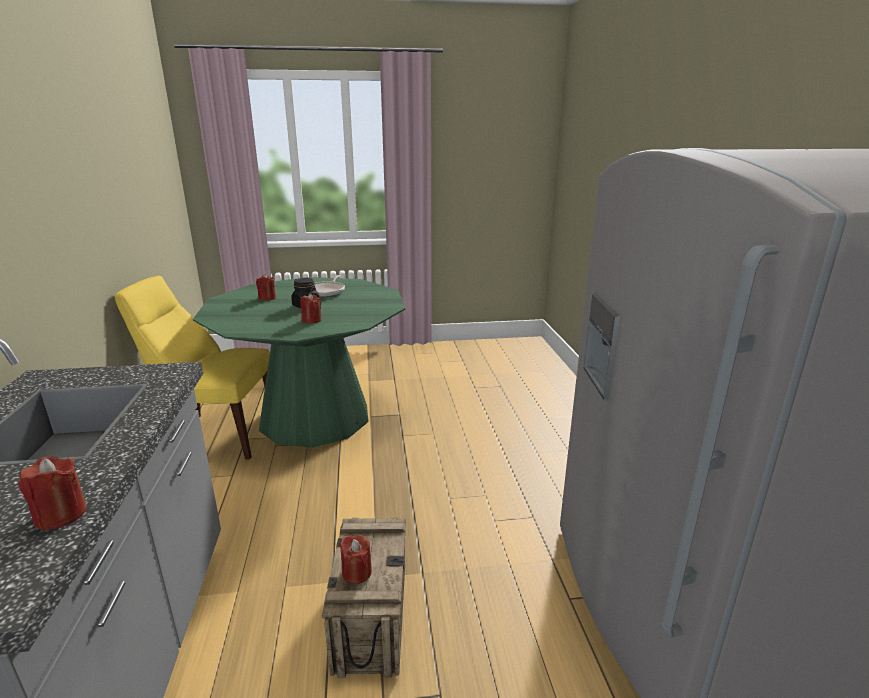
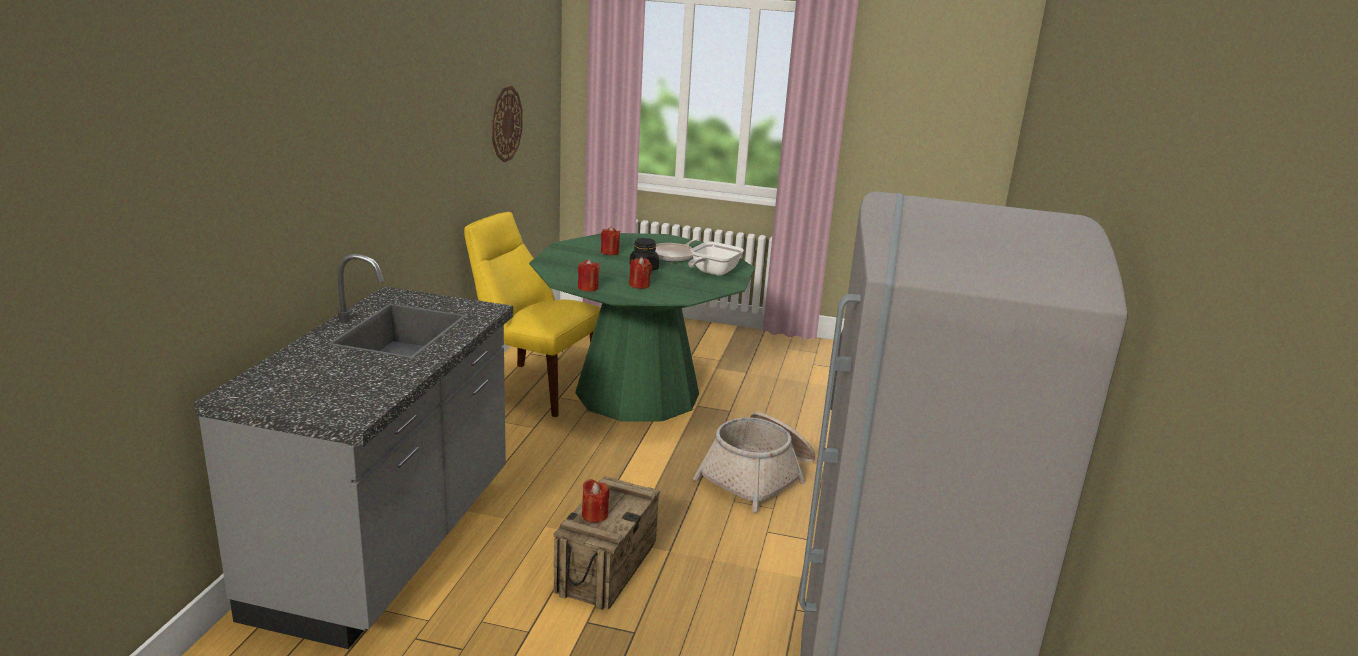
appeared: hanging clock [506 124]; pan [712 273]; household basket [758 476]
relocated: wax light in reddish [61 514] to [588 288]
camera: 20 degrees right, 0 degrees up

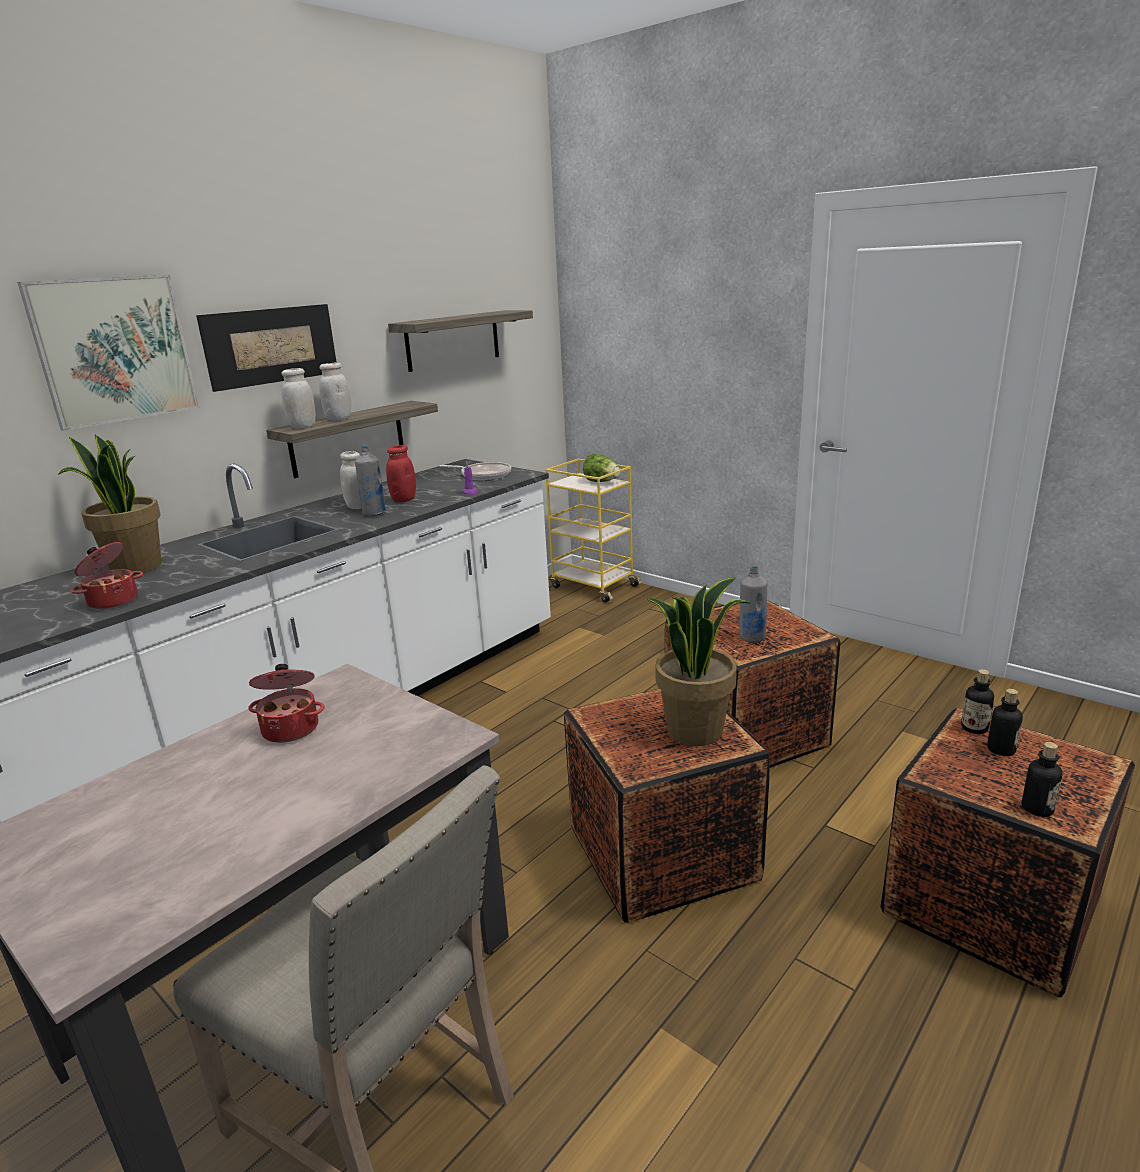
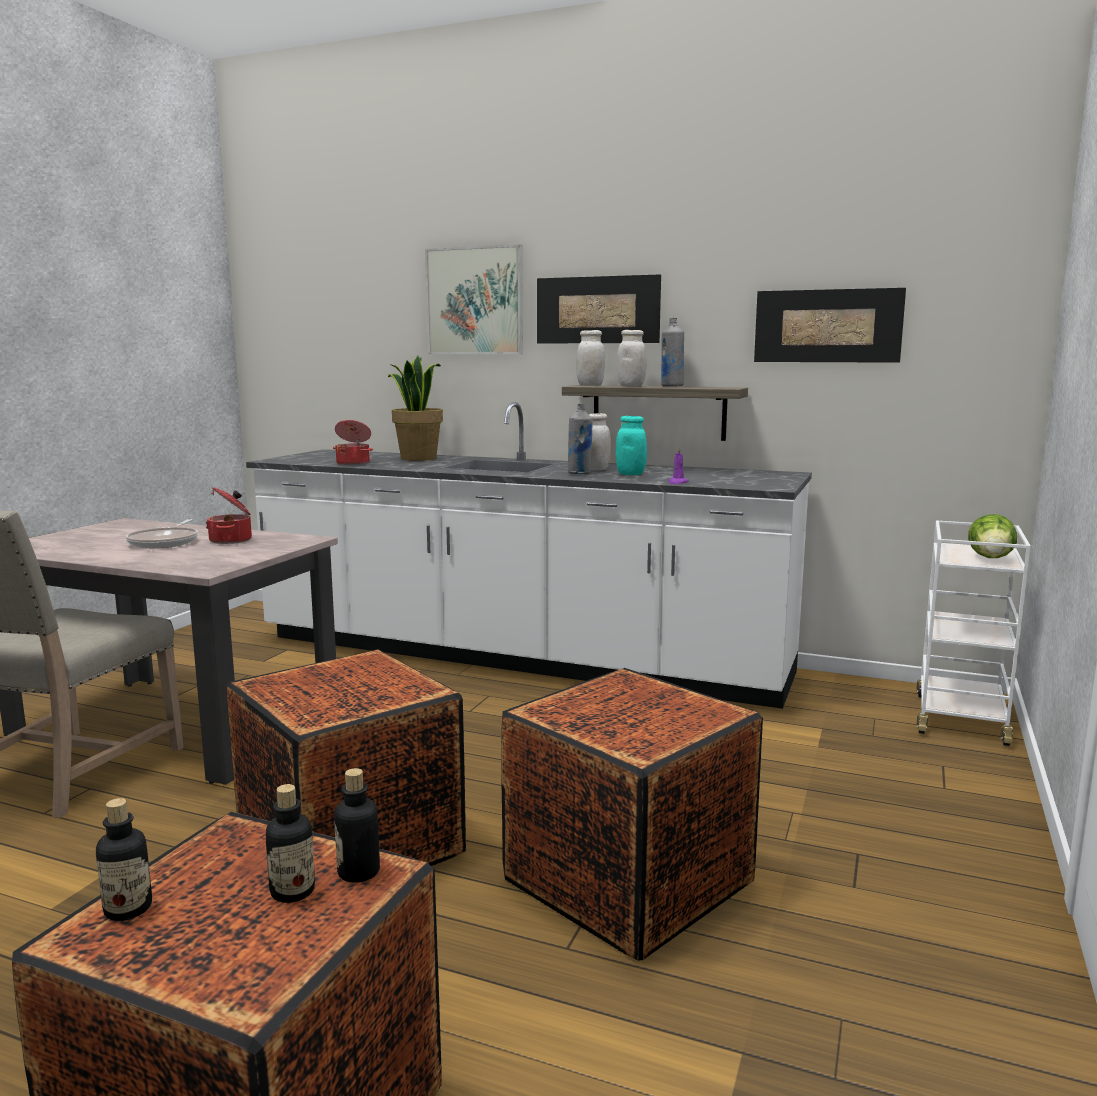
missing: plant in a pot [695 730]
relocated: pan [483 475] to [166 542]; beverage bottle in grey [751 638] to [671 386]
exchanged: bracket shelf [453 340] to wall art [827 326]
colour: jar in reddish [403 500] to jar in blue-green [630 474]; trolley in yellow [593 586] to trolley in whitish [960 718]
camera: 70 degrees right, 10 degrees down

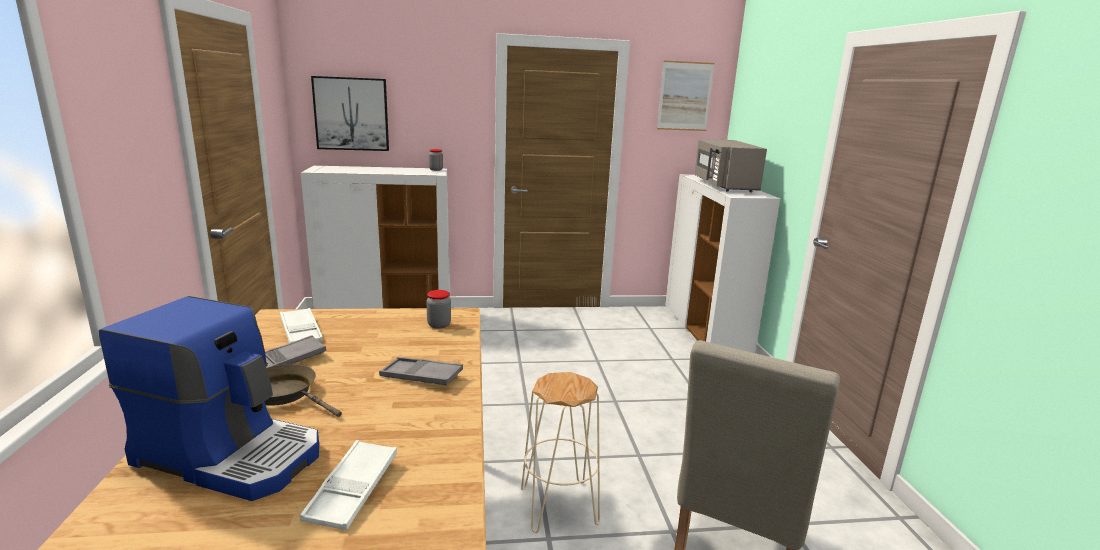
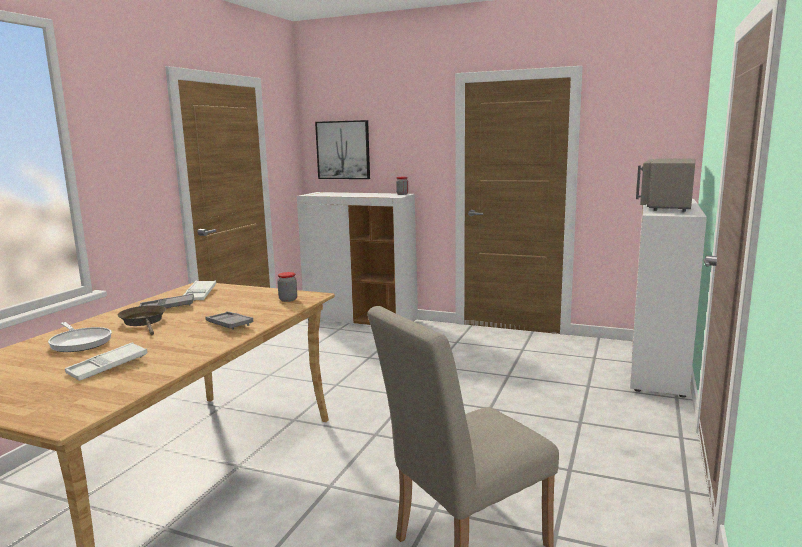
missing: stool seat in beige-coloured [559 506]; wall art [685 96]
exchanged: coffee machine [232 454] to pan [80 342]
camera: 30 degrees right, 5 degrees down

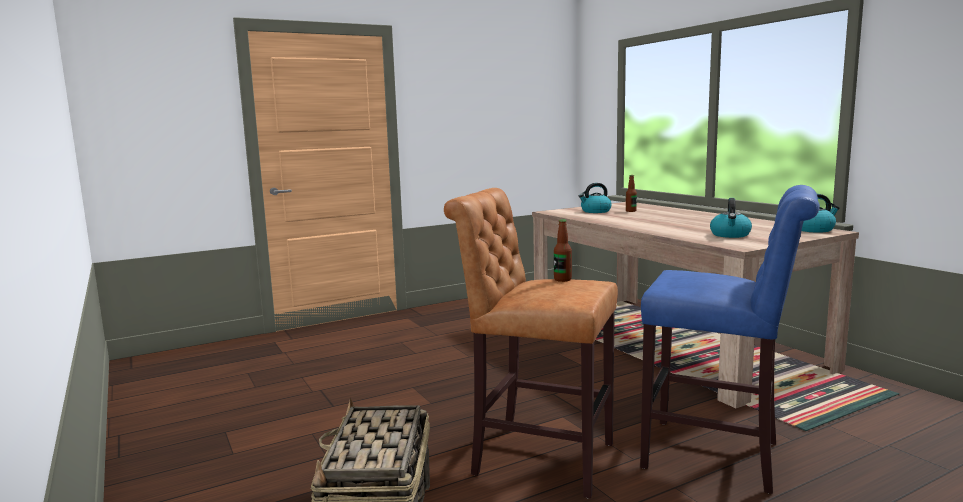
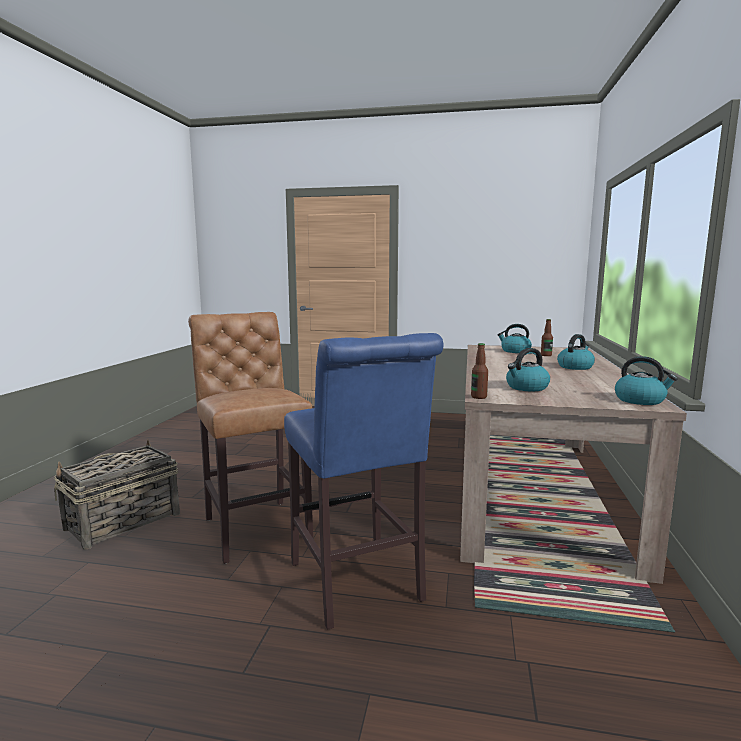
appeared: tea kettle [575 367]
relocated: beverage bottle [562 279] to [478 397]
camera: 40 degrees right, 0 degrees up

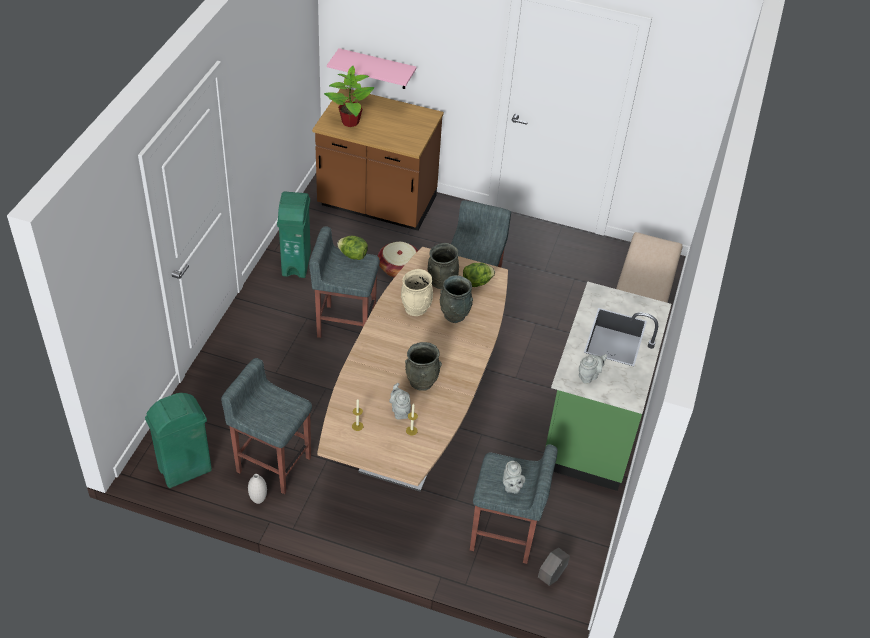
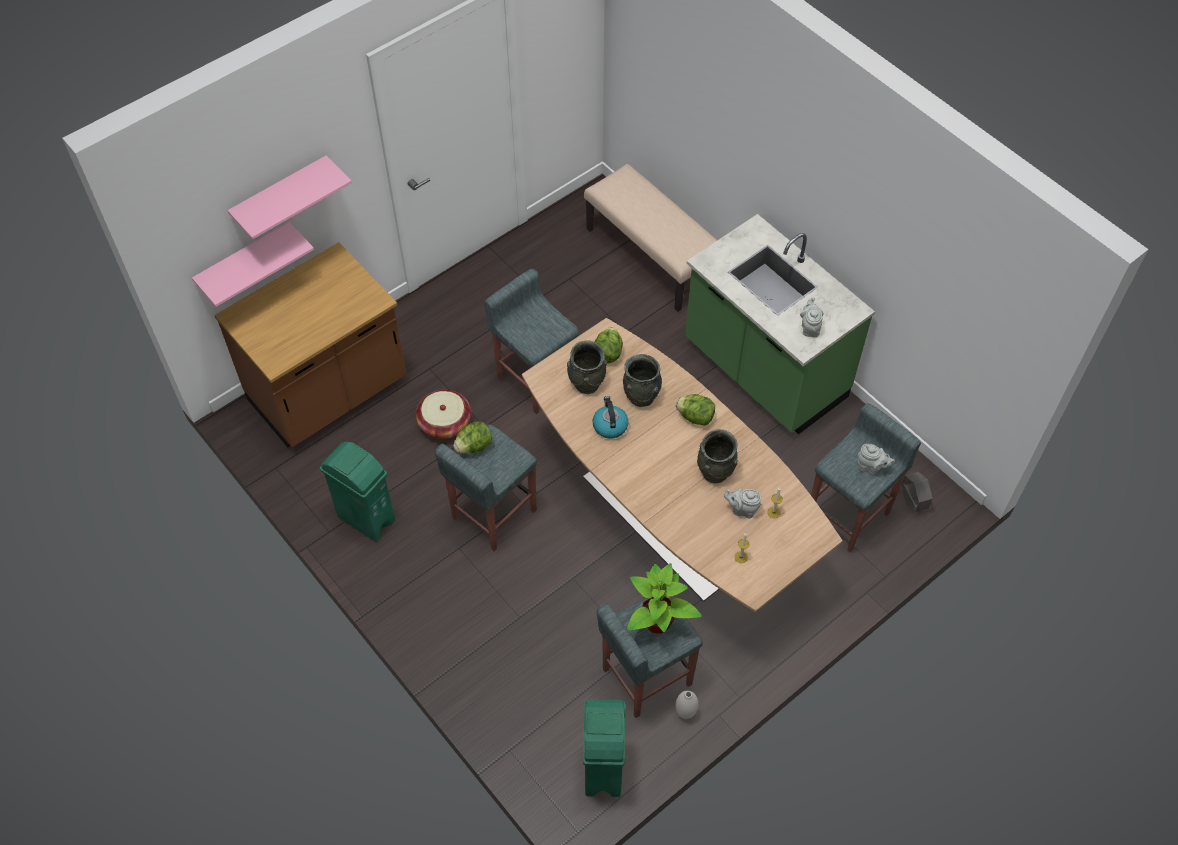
appeared: bracket shelf in pink [281 196]; lettuce head [695 417]
relocated: plant in a pot [350 122] to [657 623]
exchanged: flower vase in beige-coloured [415 308] to tea kettle [609 425]
camera: 55 degrees left, 10 degrees up

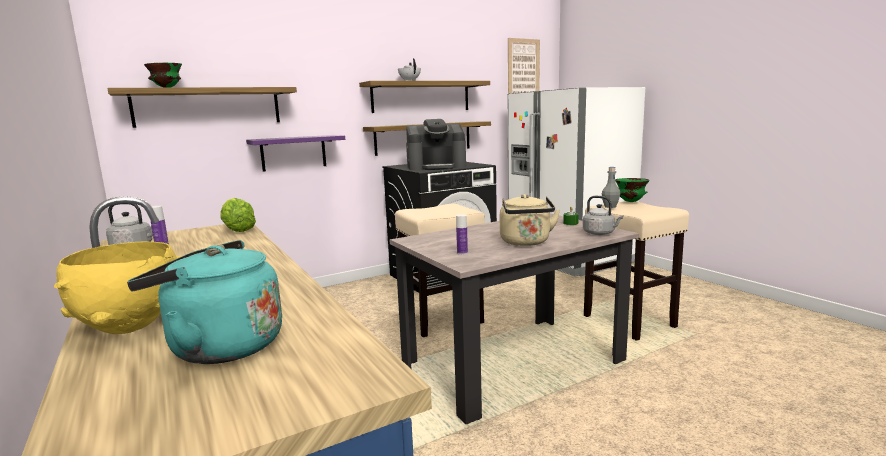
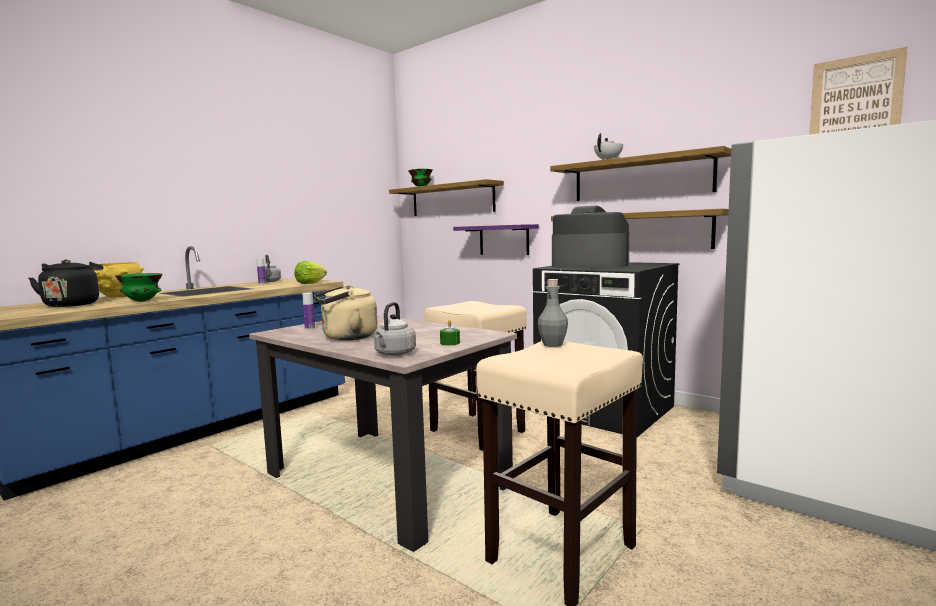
relocated: serving bowl in greenish [630 202] to [143 301]
colour: tea kettle in blue-green [220 347] to tea kettle in blackish [73 304]
spun: coffee machine [436 167] = [589 266] 150 degrees clockwise
camera: 70 degrees right, 5 degrees down

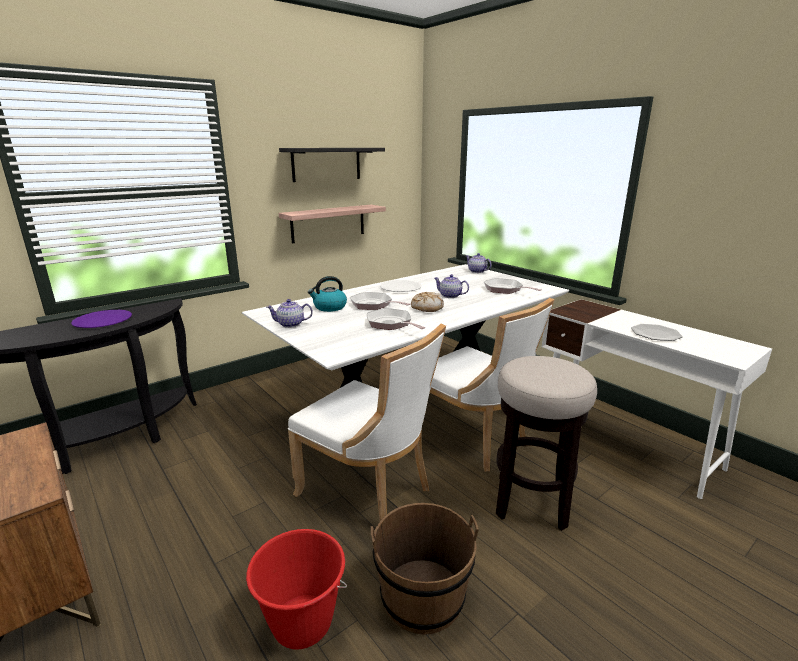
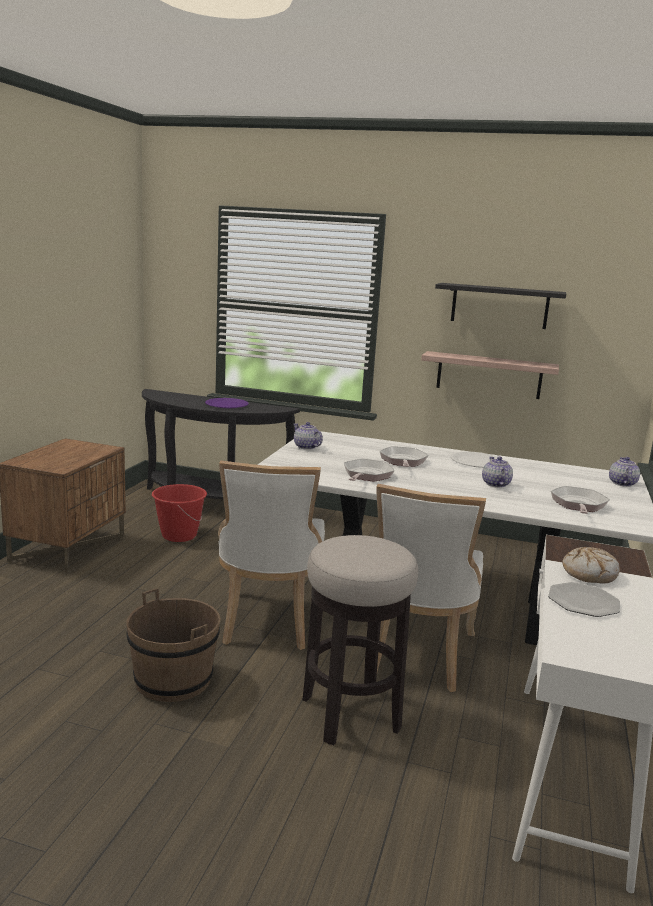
missing: tea kettle [329 307]
relocated: water bucket in reddish [302 623] to [179 535]; bakery bread [427 307] to [590 573]
camera: 55 degrees right, 5 degrees down

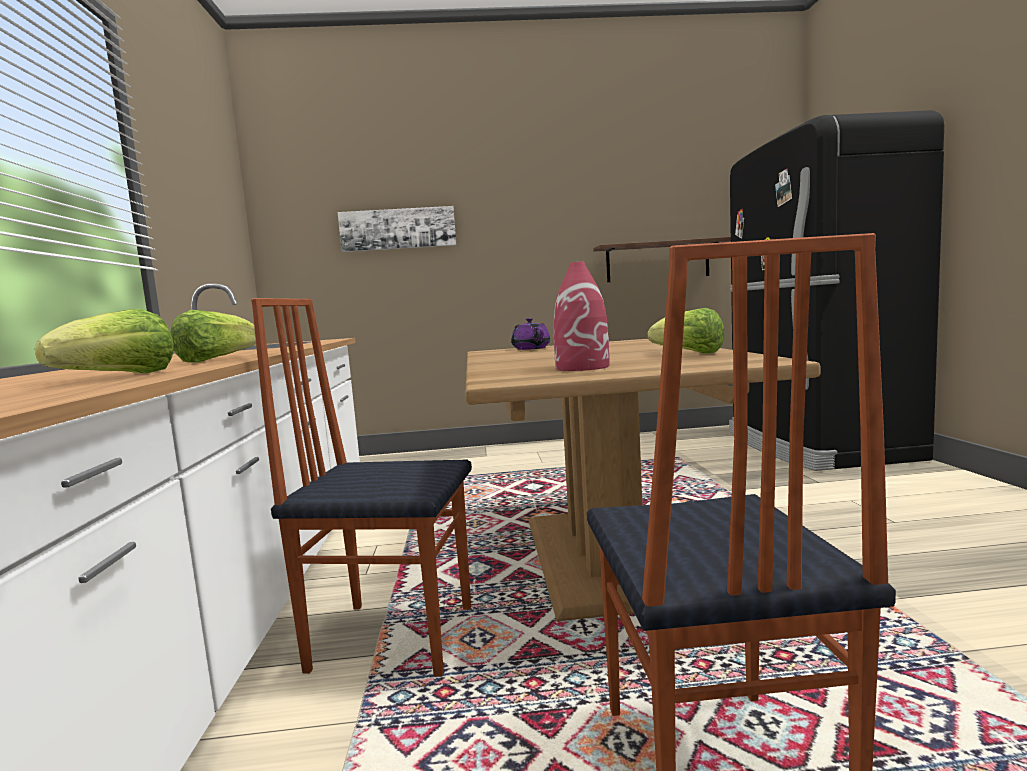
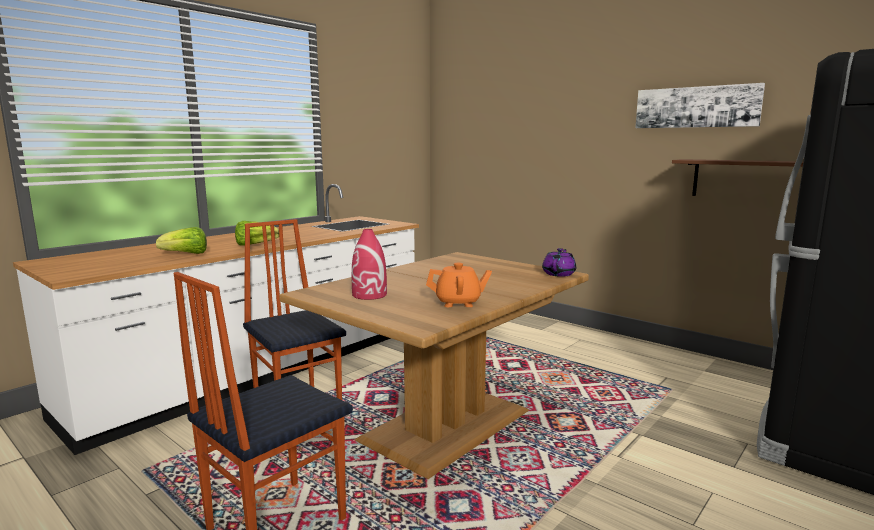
relocated: wall art [398 229] to [696 107]; pot for tea in purple-coloured [530 348] to [559 274]
exchanged: lettuce head [688 353] to pot for tea in orange [458 303]
camera: 45 degrees right, 5 degrees up

